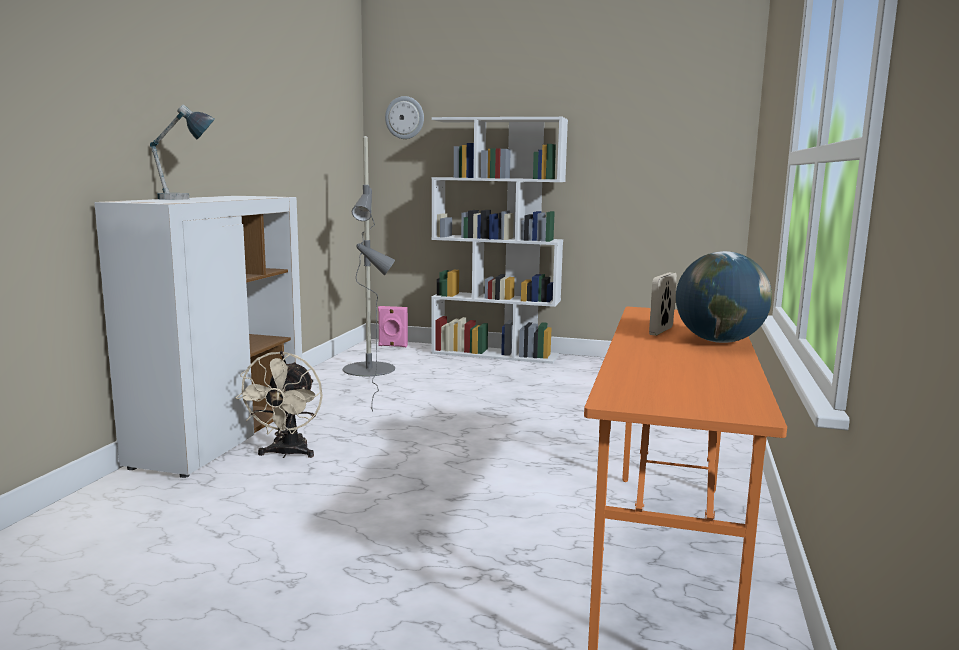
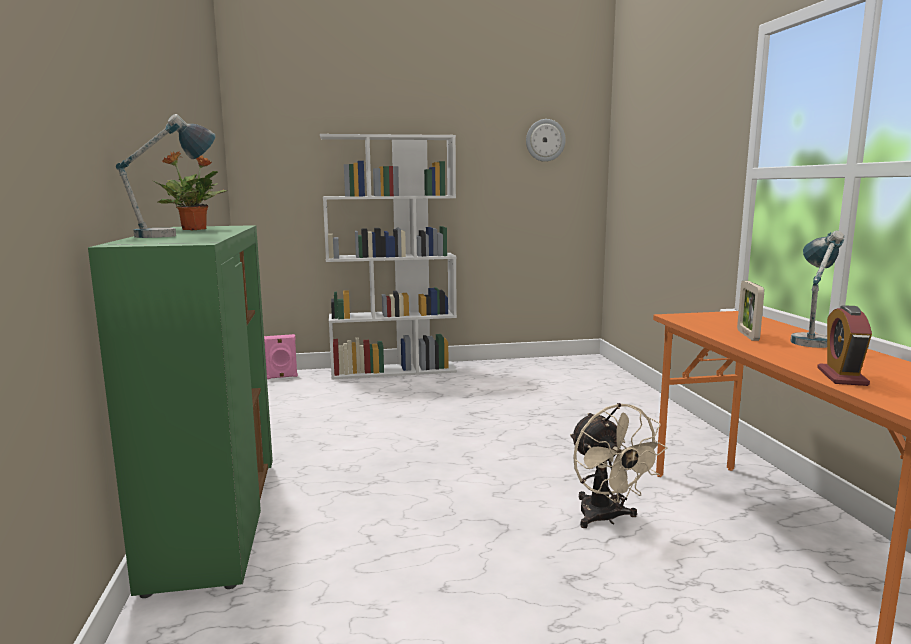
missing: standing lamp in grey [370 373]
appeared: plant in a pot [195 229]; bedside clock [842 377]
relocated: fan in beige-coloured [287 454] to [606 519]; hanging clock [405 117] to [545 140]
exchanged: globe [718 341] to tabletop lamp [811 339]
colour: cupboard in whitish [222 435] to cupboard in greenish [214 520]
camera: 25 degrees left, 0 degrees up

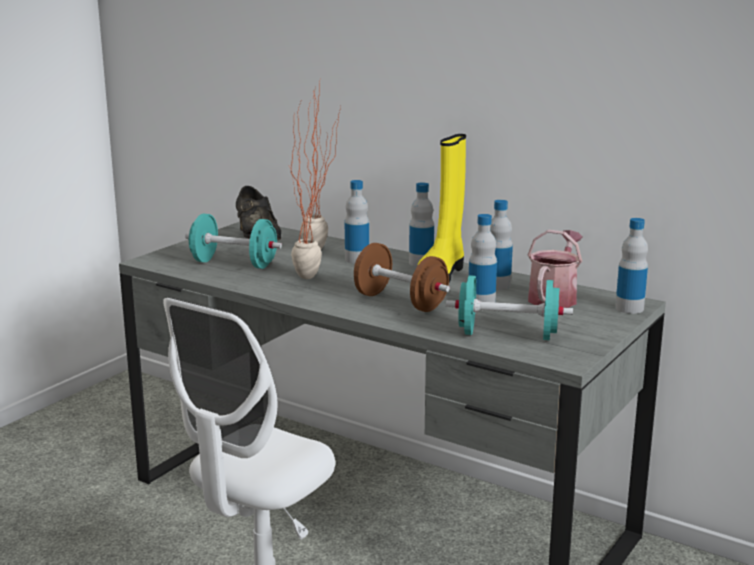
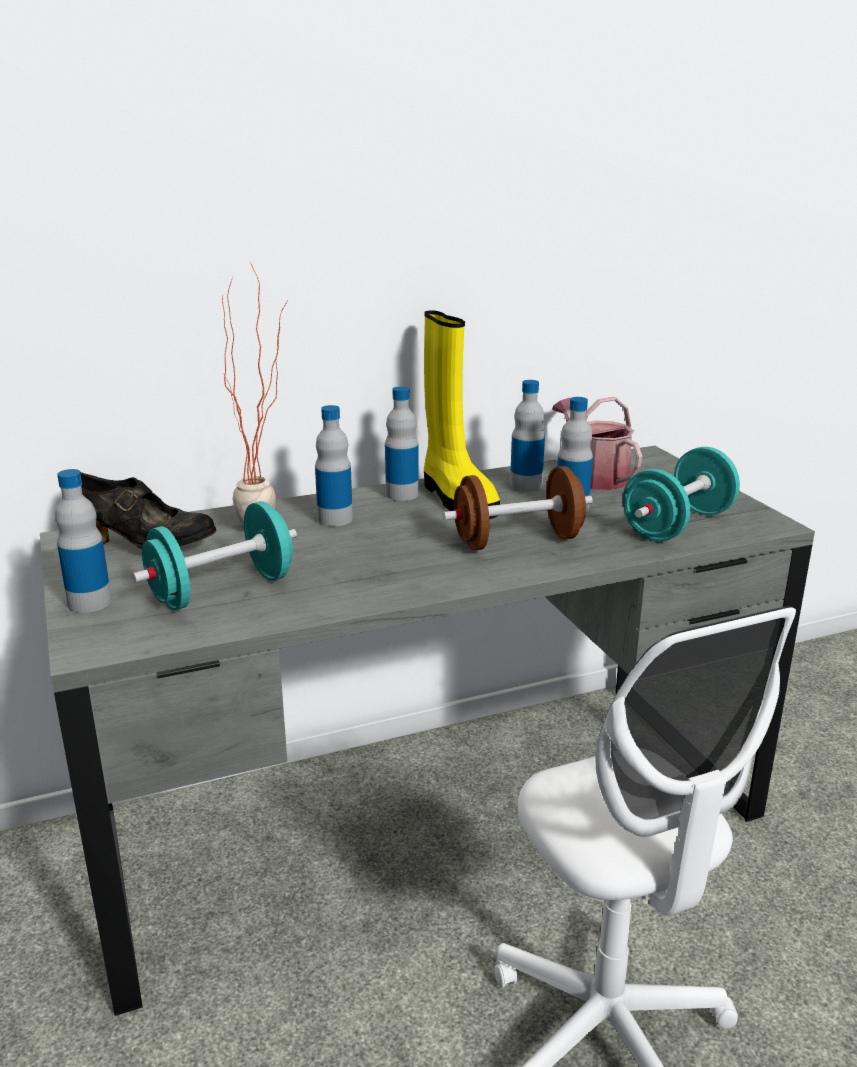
missing: plant in a pot [316 277]
relocated: beverage bottle [629 308] to [89 602]
camera: 55 degrees left, 5 degrees up

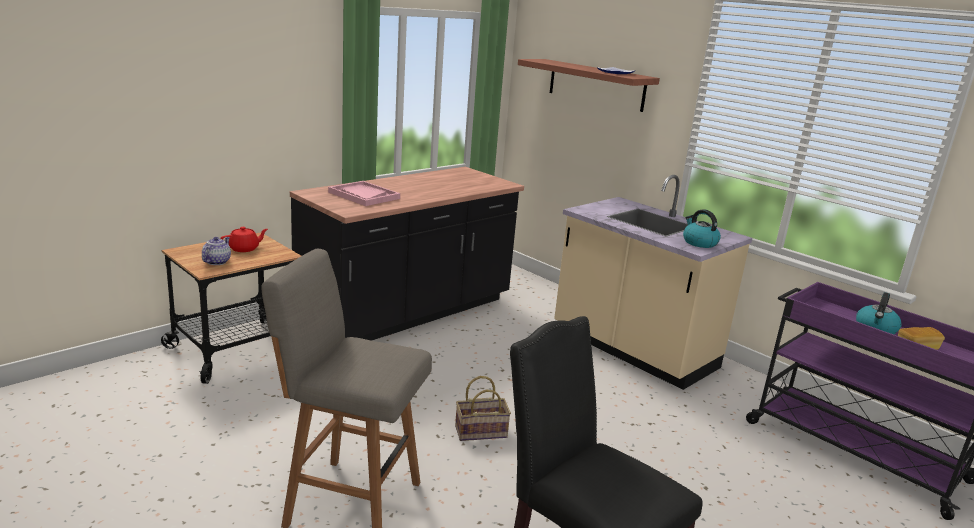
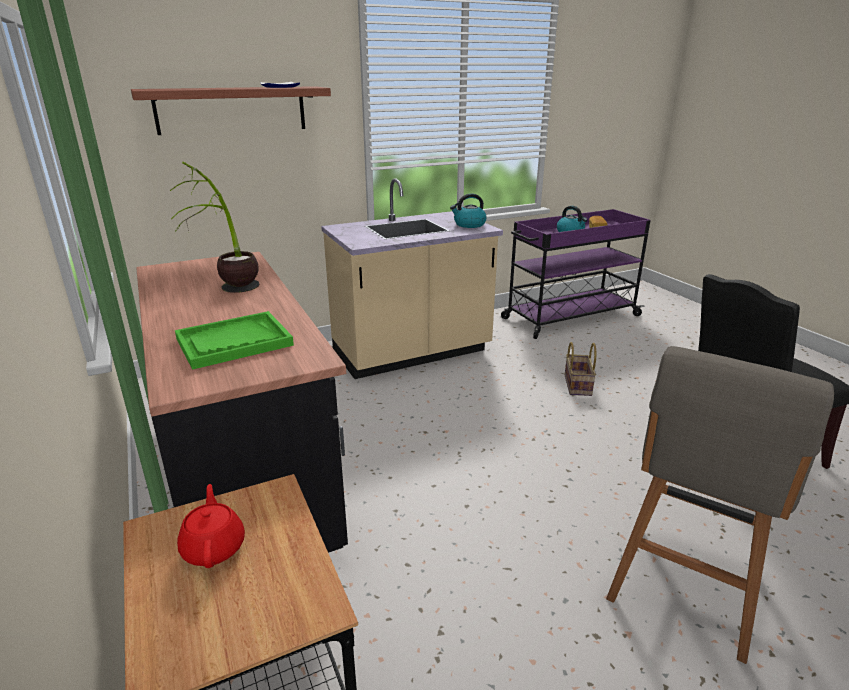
missing: pot for tea [217 261]
appeared: plant in a pot [230 294]
relocated: household basket [482 431] to [576 384]
colour: carrying tray in pink [363 195] to carrying tray in greenish [234 342]
camera: 70 degrees left, 5 degrees up

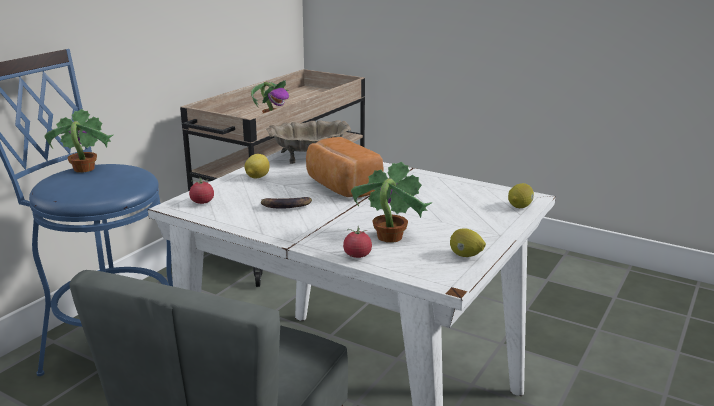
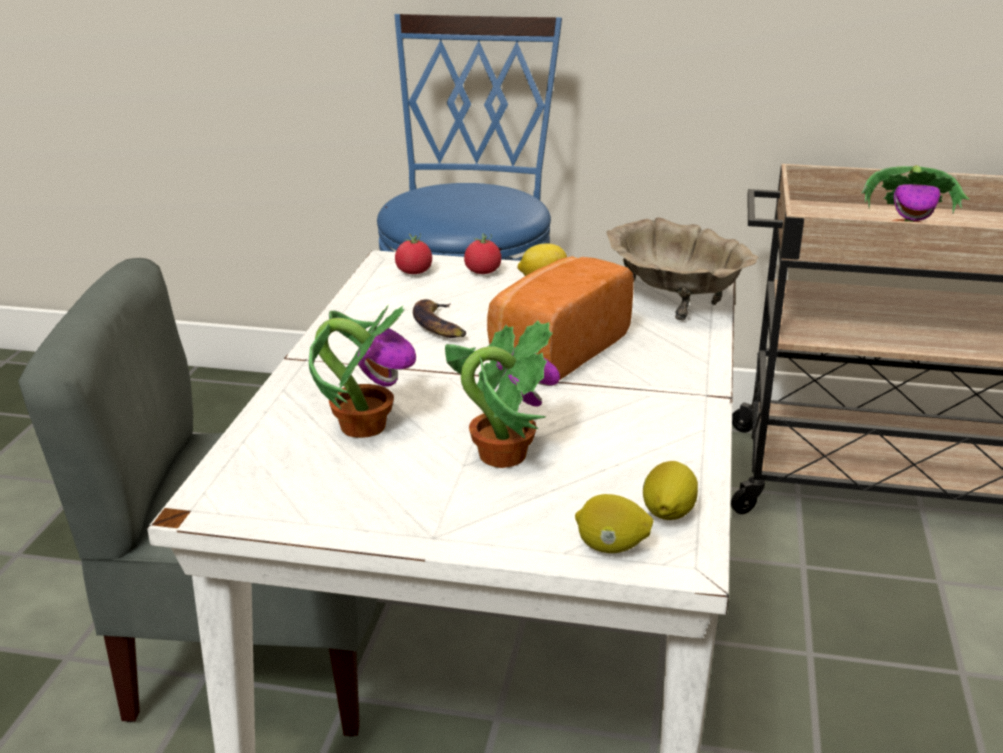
relocated: plant in a pot [83 169] to [501 454]; whole tomato [357 255] to [482 272]; whole lemon [465 255] to [667 514]
camera: 70 degrees right, 5 degrees up

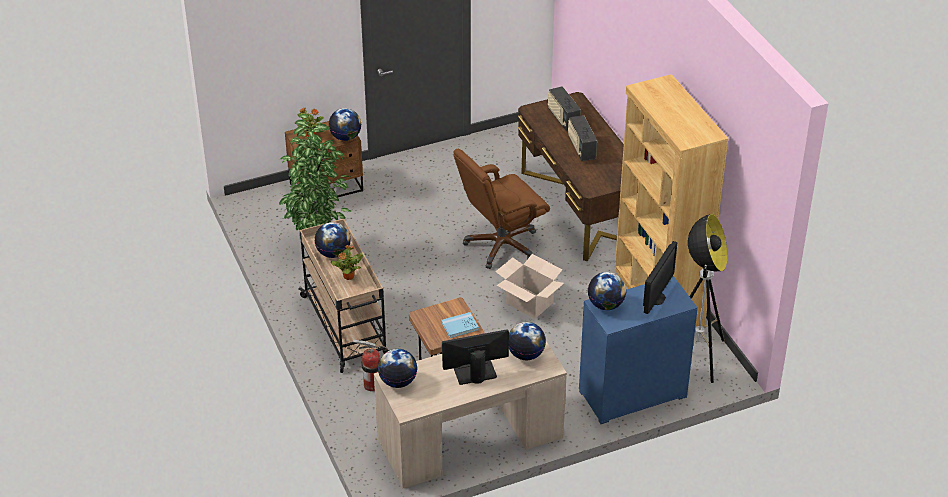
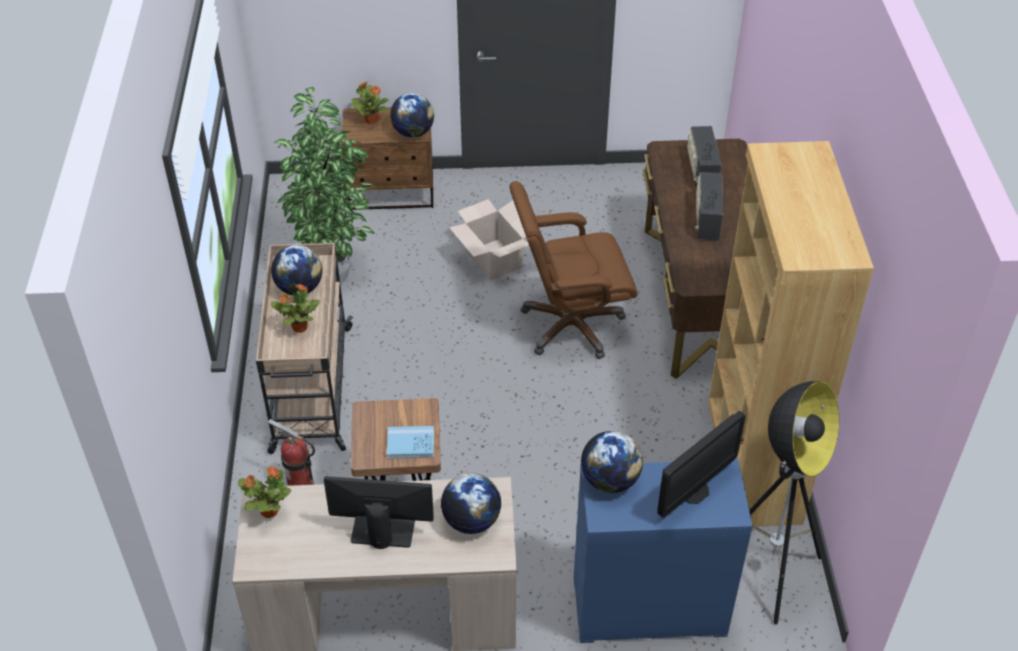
relocated: carton [529 302] to [494 260]
exchanged: globe [398 381] to plant in a pot [268 511]
camera: 20 degrees right, 5 degrees up

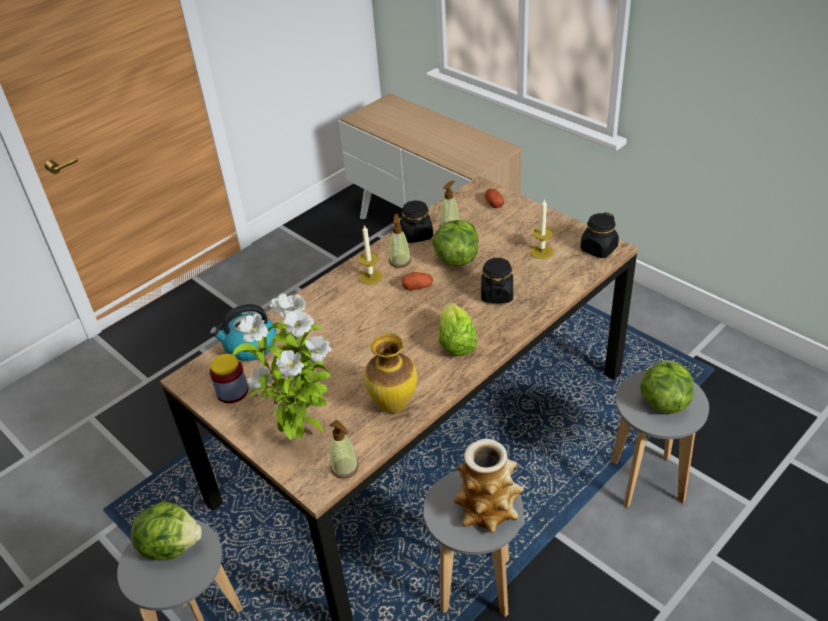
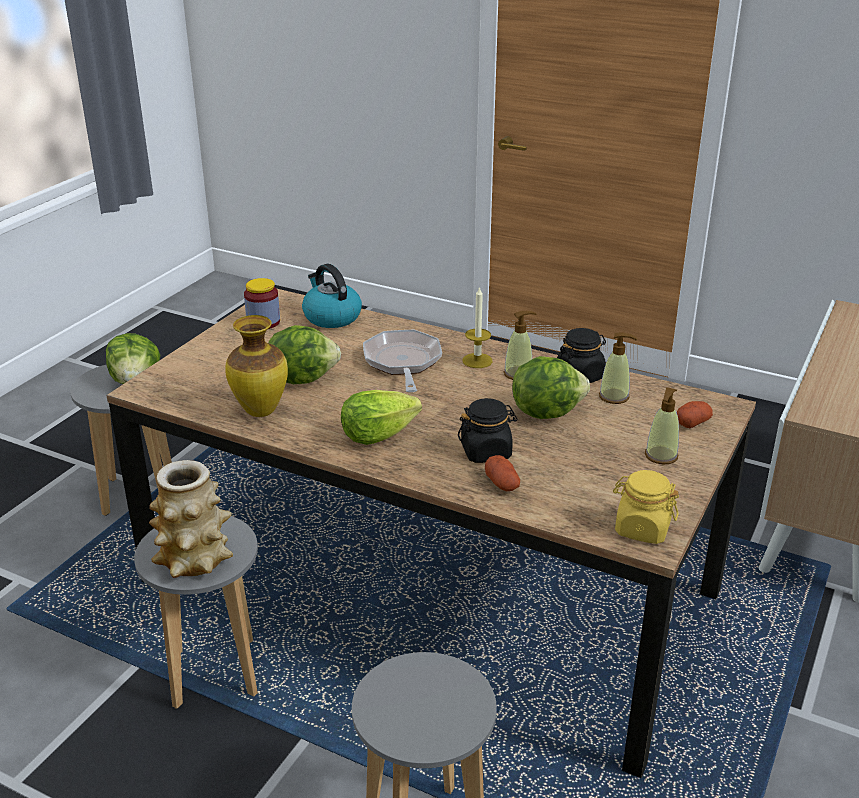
missing: plant in a pot [303 432]; wax light [542 251]
appeared: pan [403 363]
relocated: soap dispenser [345 468] to [661 456]; whole potato [417 287] to [502 483]; lettuce head [663 402] to [302 378]
colour: jar in blackish [598 249] to jar in yellow [642 529]
camera: 70 degrees right, 10 degrees down

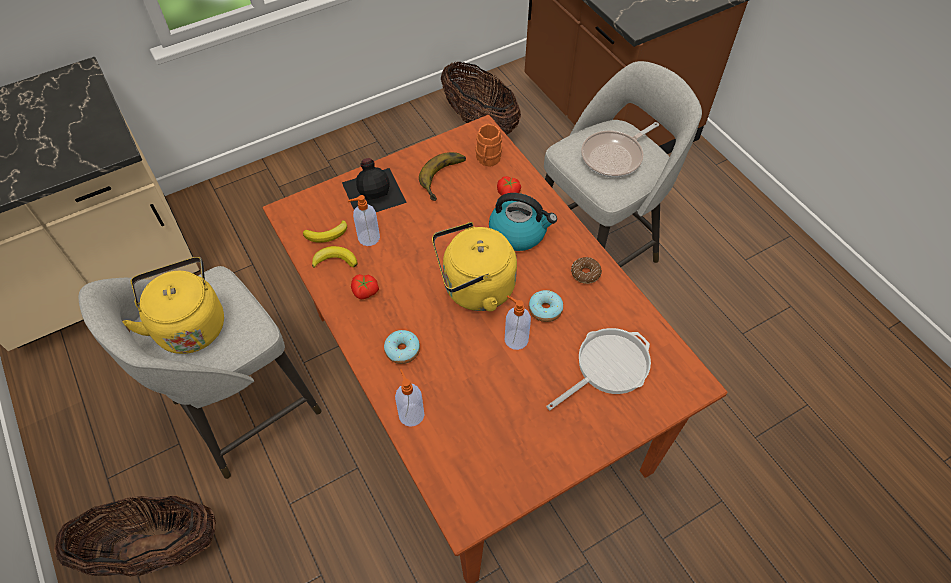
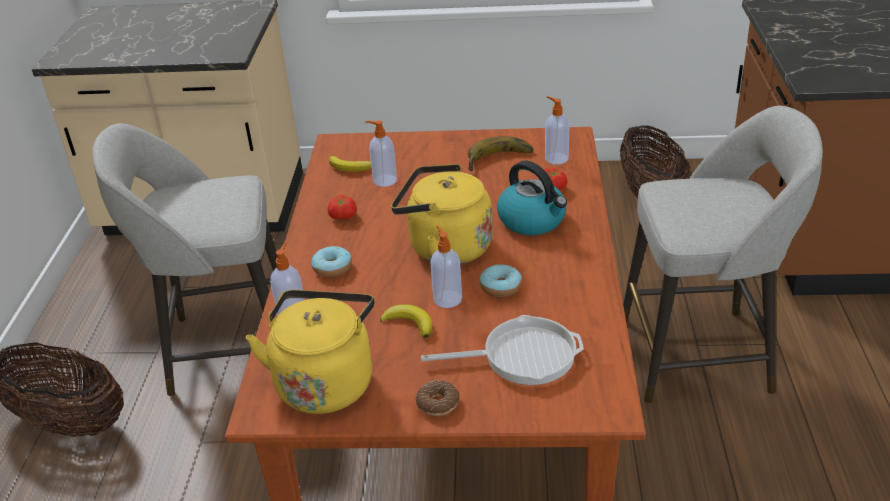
missing: beverage bottle in blackish [374 191]; pan [614 156]
relocated: tea kettle in yellow [189 324] to [325 381]; banana fruit [335 260] to [409 323]; ring doughnut [585 273] to [438 403]
exchanged: coffee mug in orange [487 159] to soap dispenser [555 158]
camera: 35 degrees right, 20 degrees down

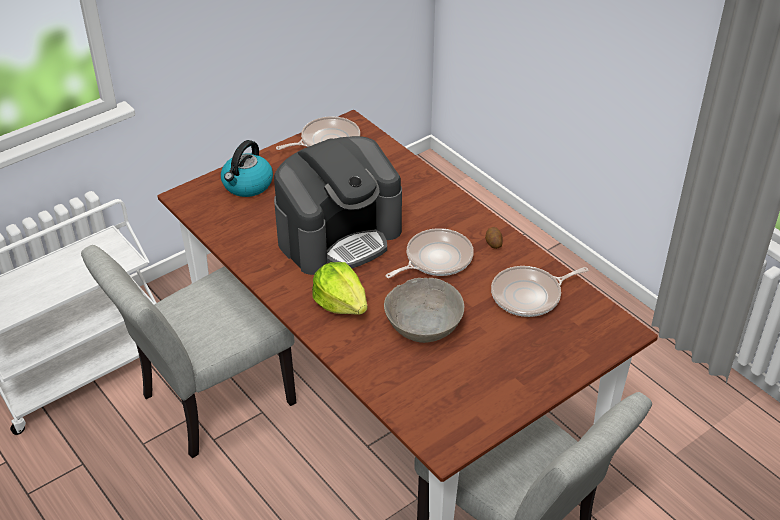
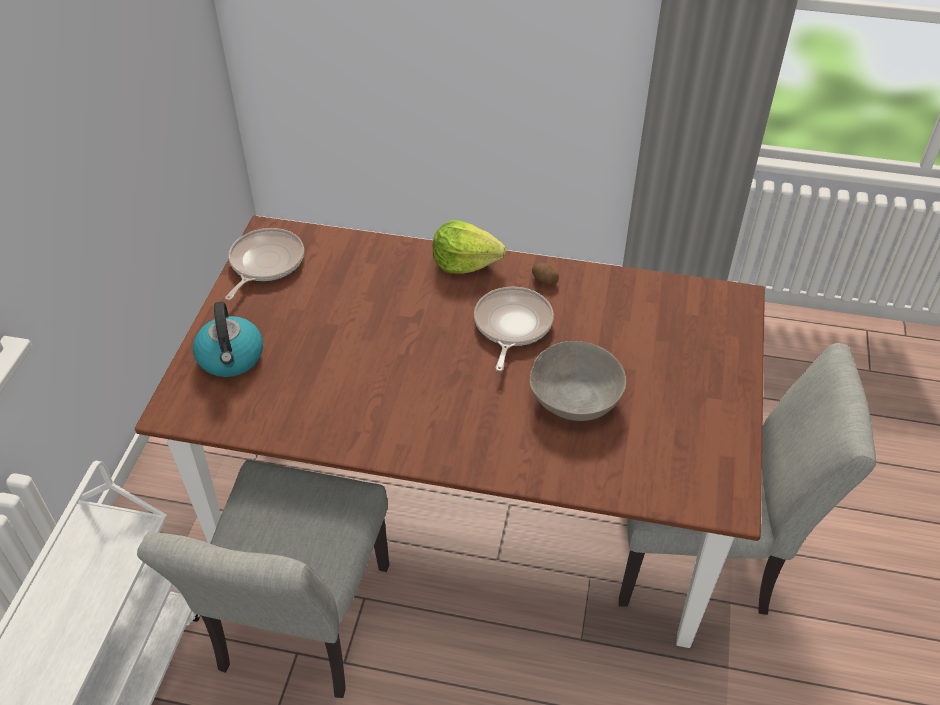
missing: coffee machine [339 235]; pan [529 295]
relocated: lettuce head [341 303] to [465 262]
camera: 40 degrees left, 5 degrees up

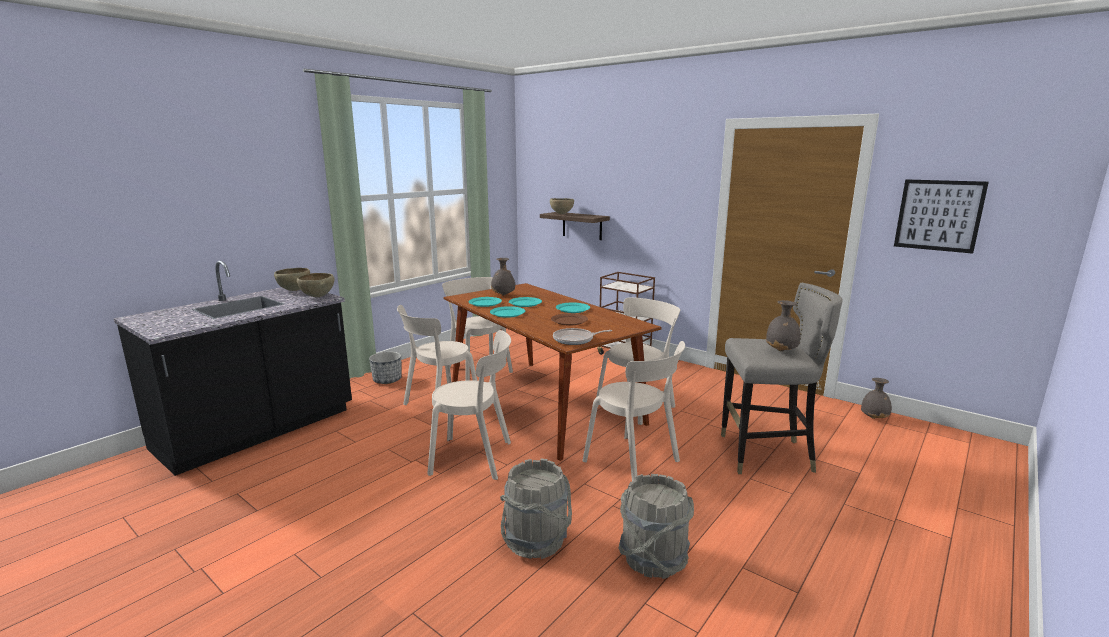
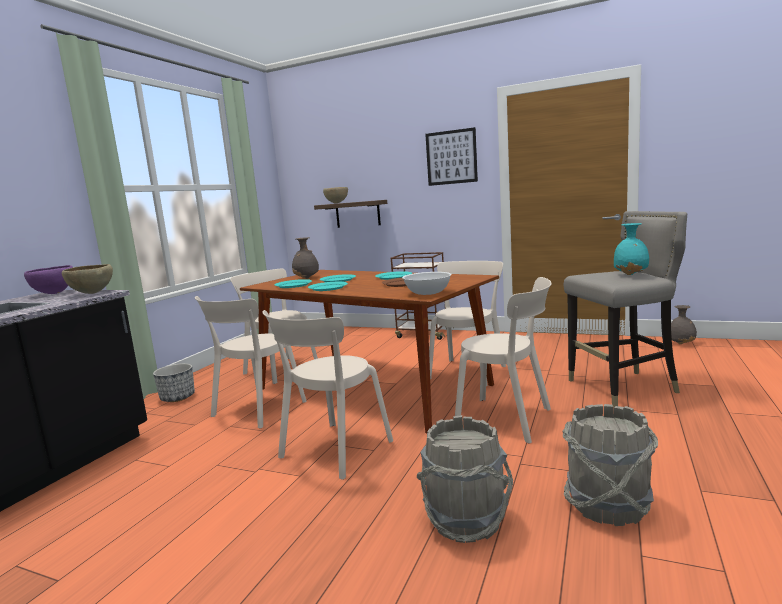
relocated: wall art [938 215] to [451 157]
exchanged: pan [575 340] to serving bowl in whitish [428 293]
colour: serving bowl in brownish [294 290] to serving bowl in purple-coloured [54 293]; flower vase in grey [782 351] to flower vase in blue-green [631 274]
spun: upright chair in beige-coloured [476 458] = [333 451] 135 degrees clockwise
camera: 15 degrees left, 5 degrees down

